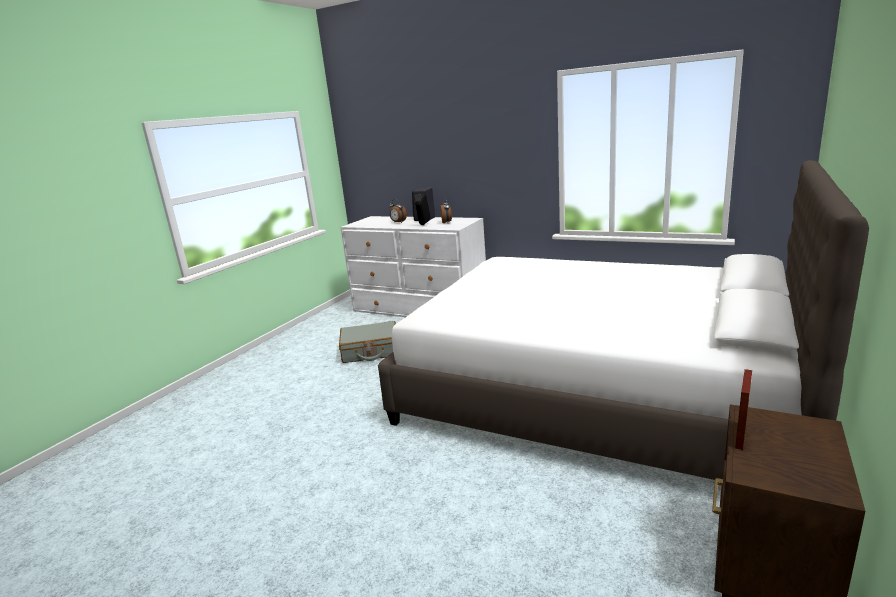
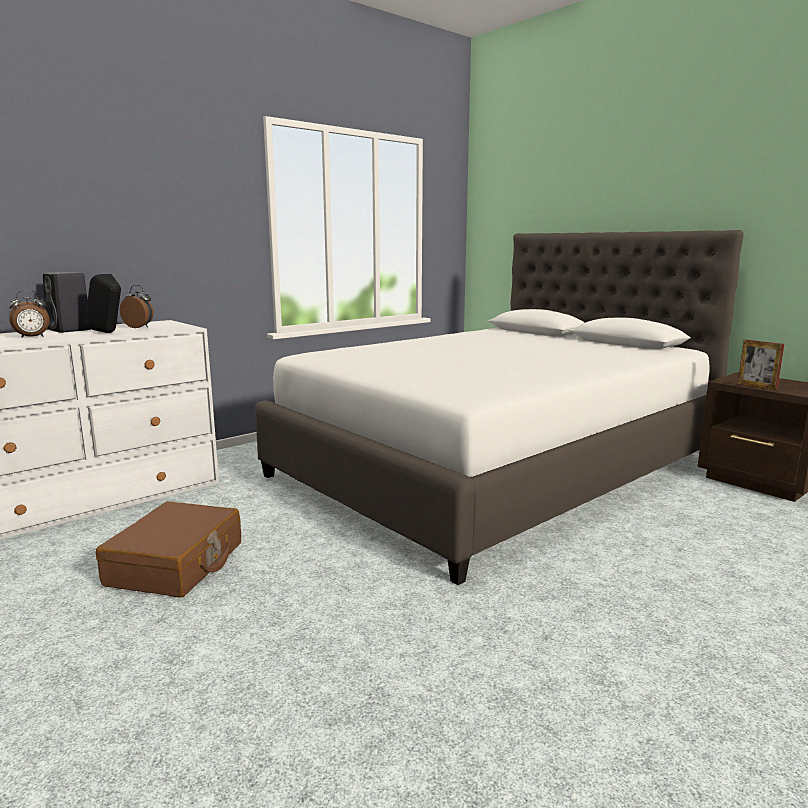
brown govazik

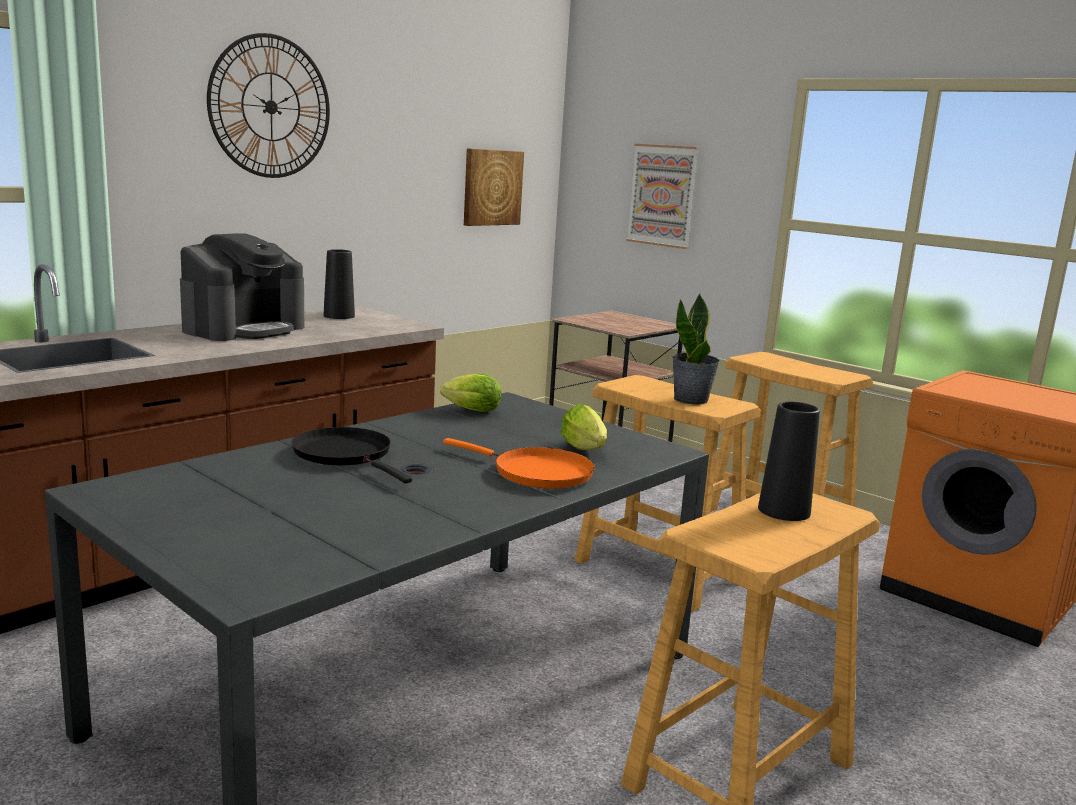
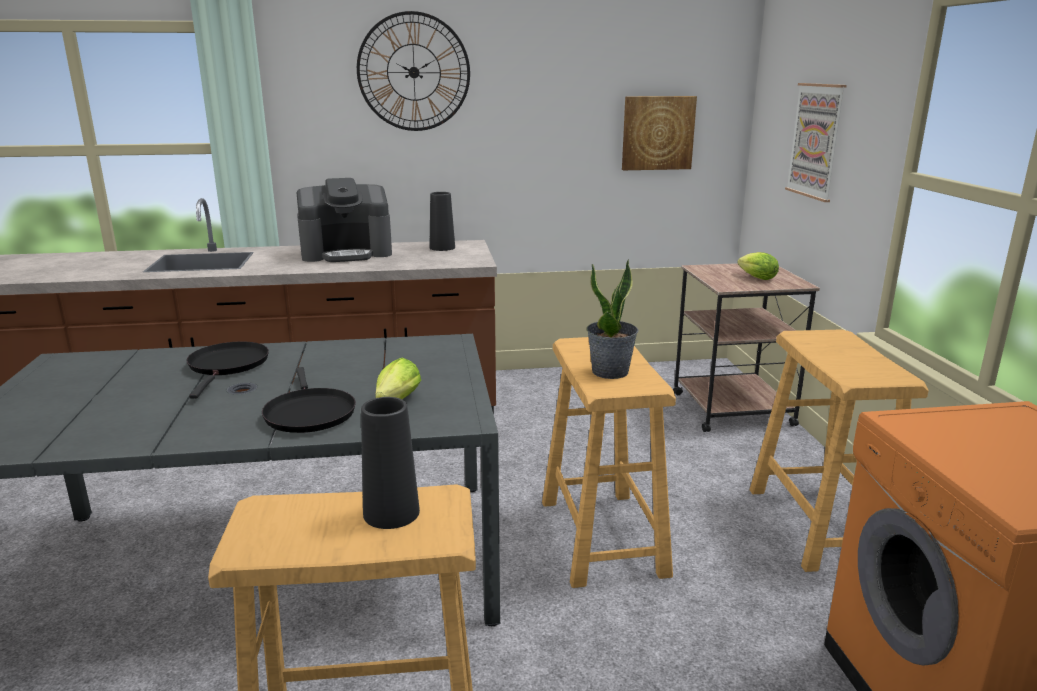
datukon (no. 2 from left); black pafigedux (no. 2 from left)

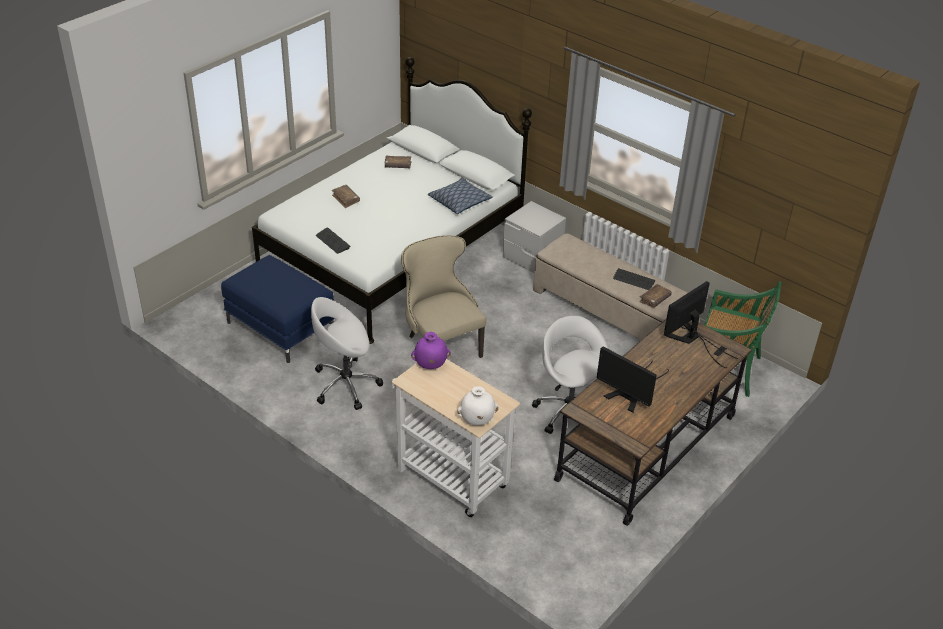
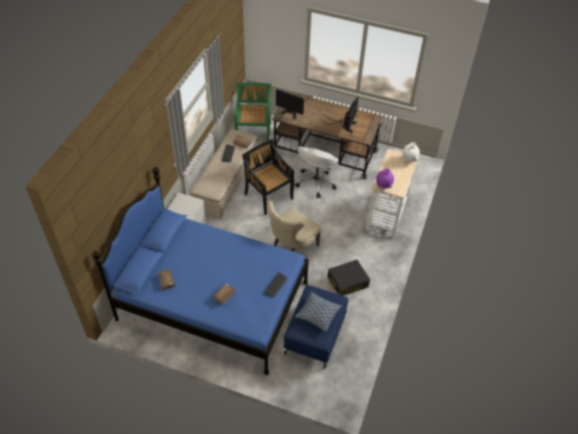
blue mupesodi; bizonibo; black govazik; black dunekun

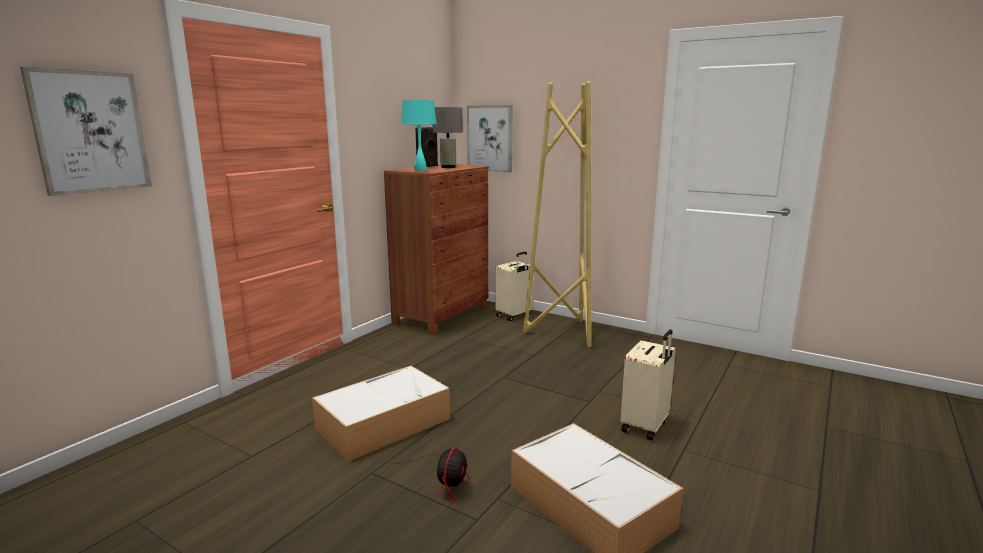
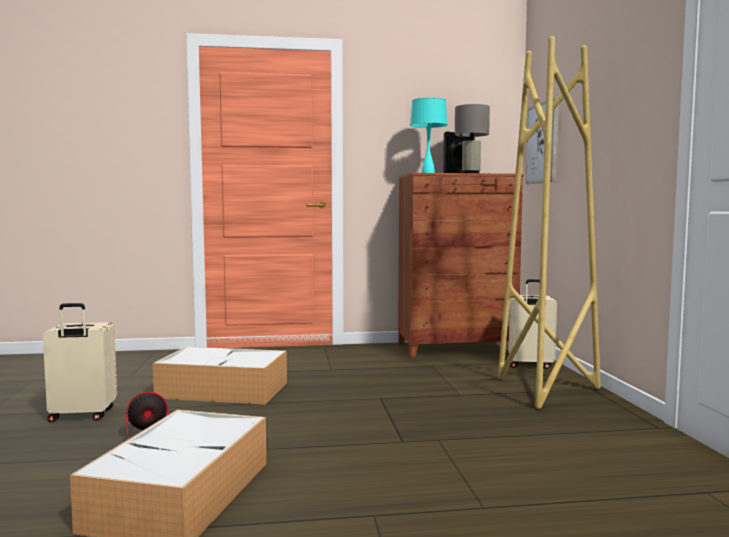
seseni (no. 1 from left in the first image); beige govazik (no. 1 from left)

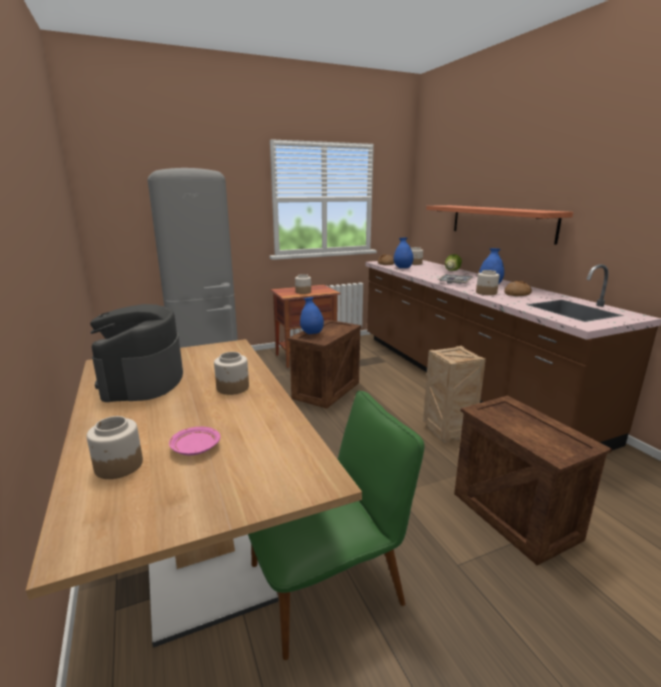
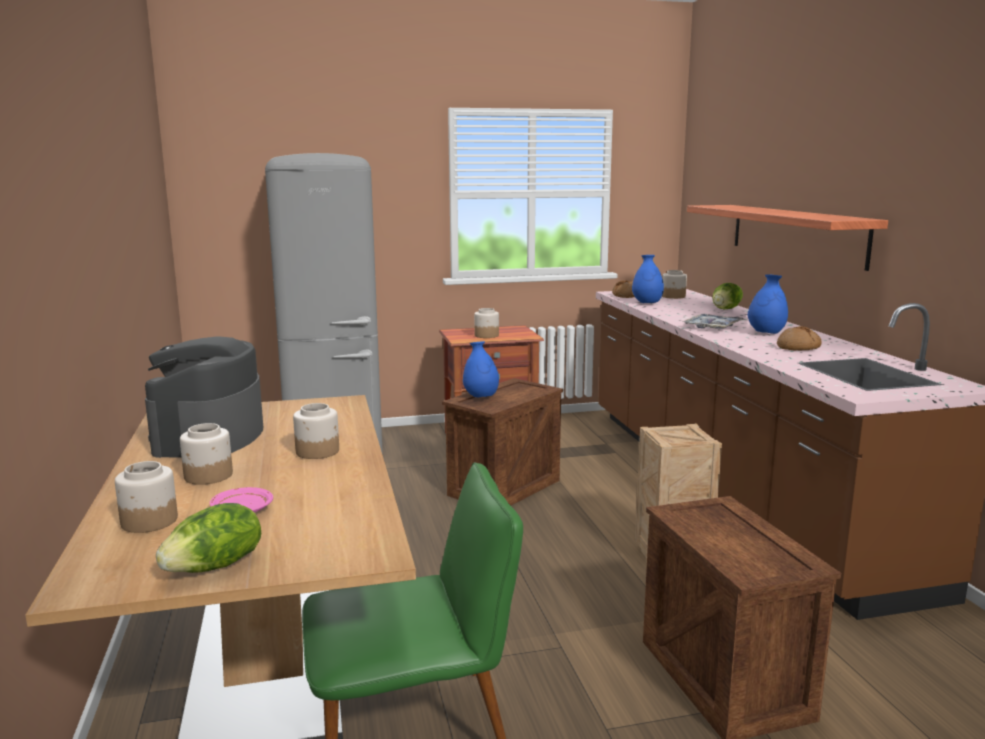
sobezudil (no. 2 from left); datukon (no. 1 from left)

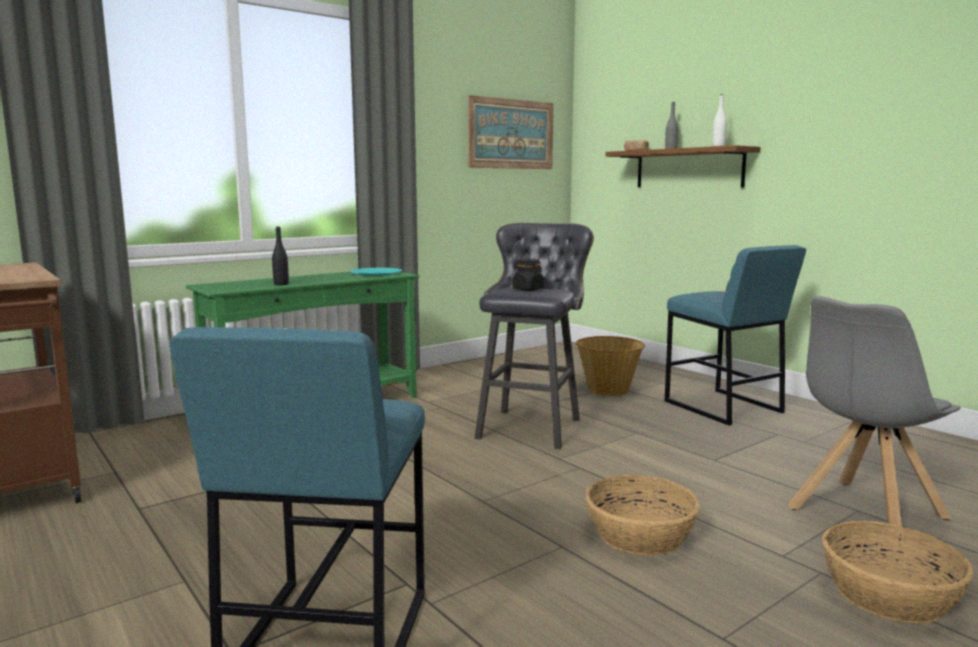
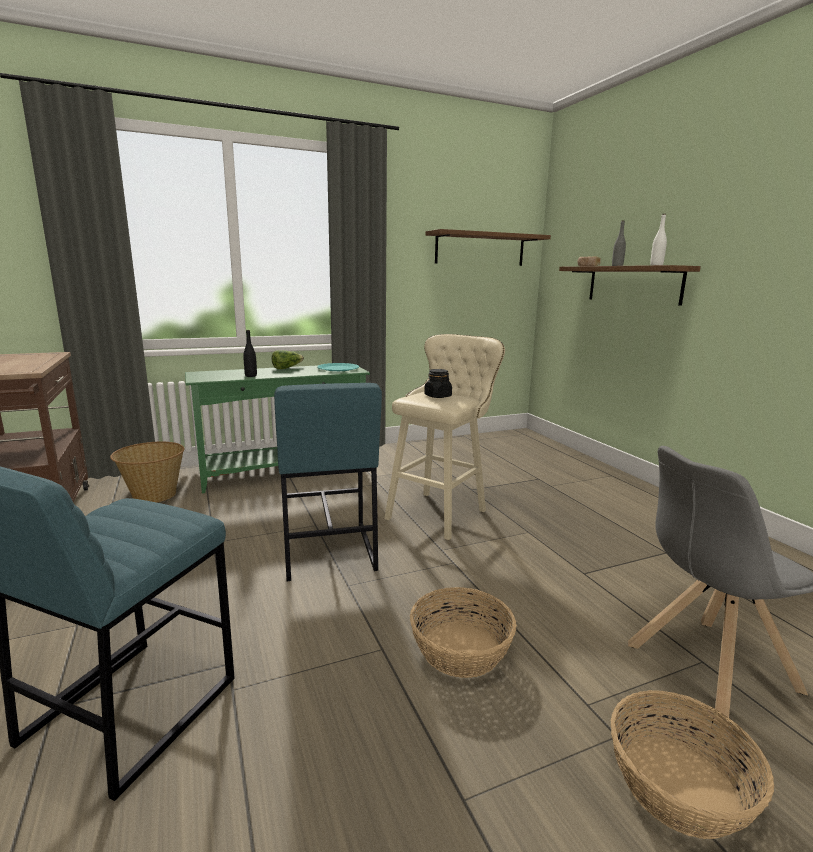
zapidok (no. 1 from left); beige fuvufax; blue fuvufax (no. 2 from left); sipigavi (no. 1 from left); datukon

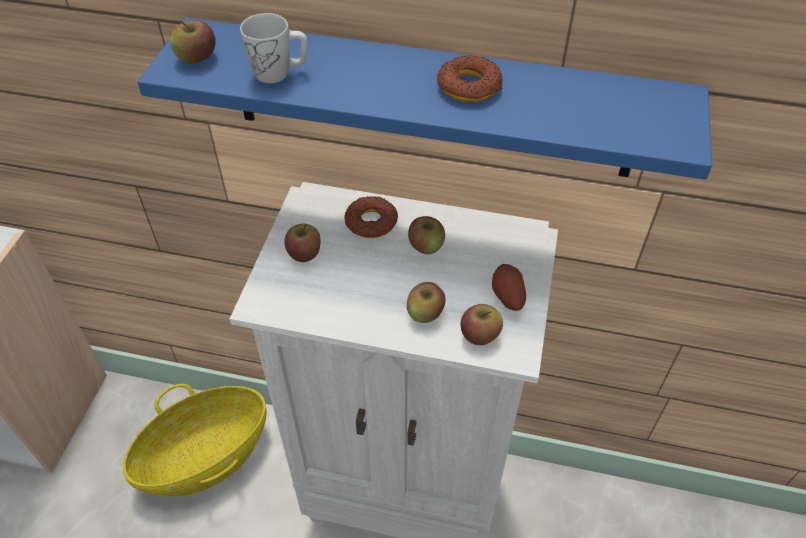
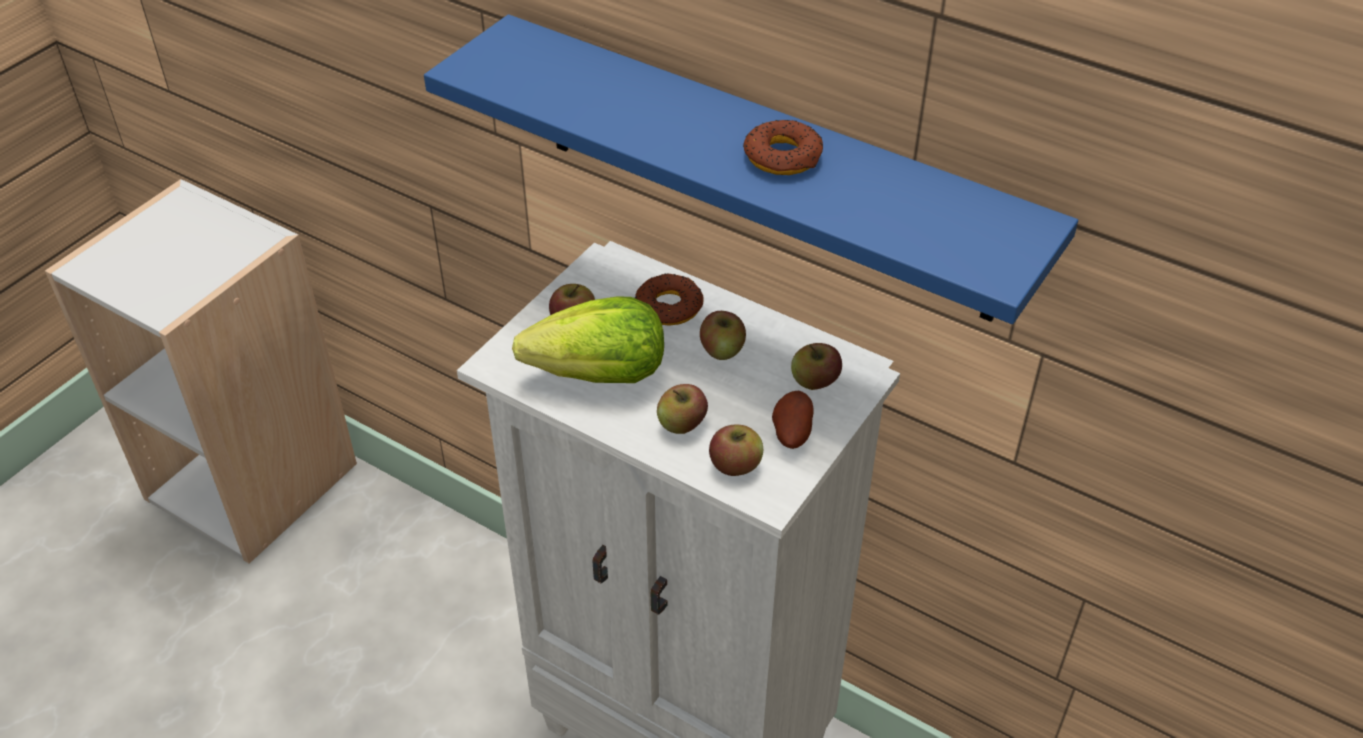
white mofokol; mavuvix (no. 5 from left); sipigavi; datukon

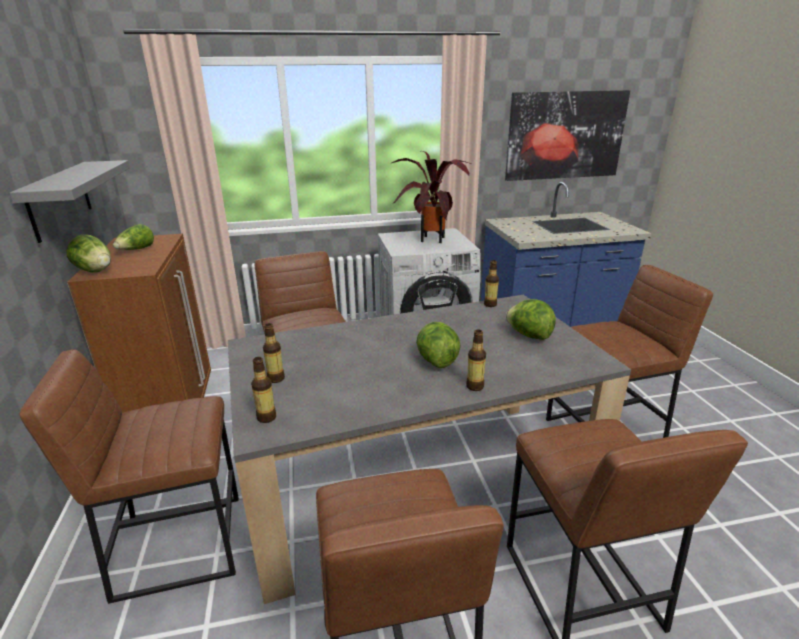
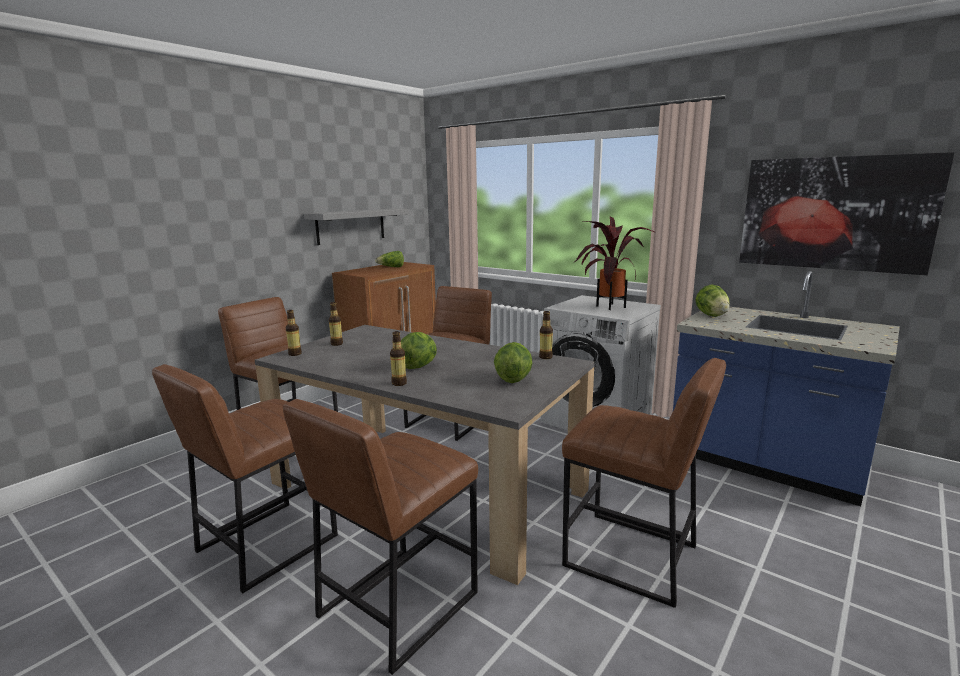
datukon (no. 4 from left)

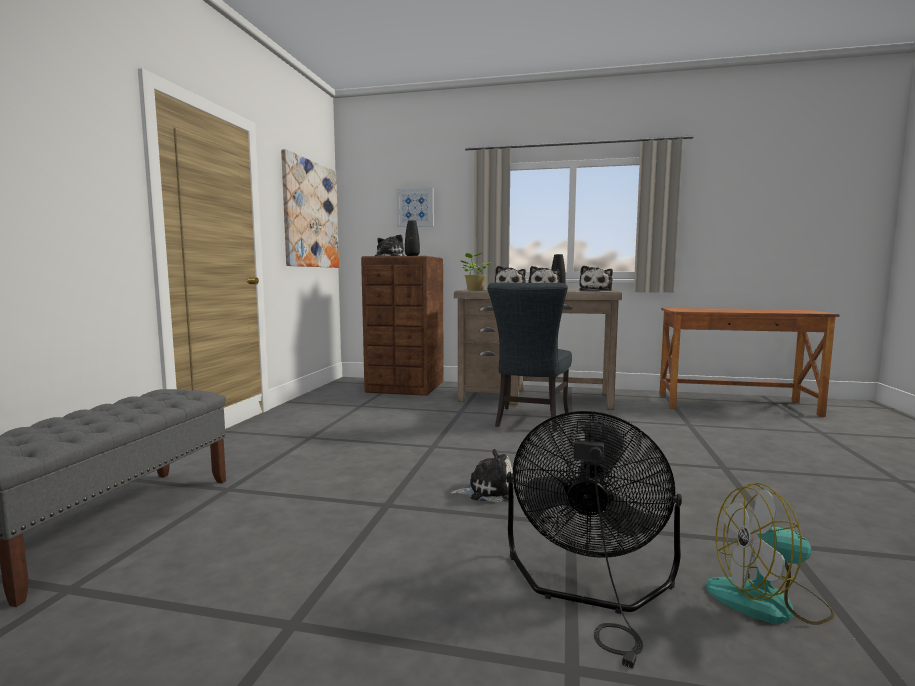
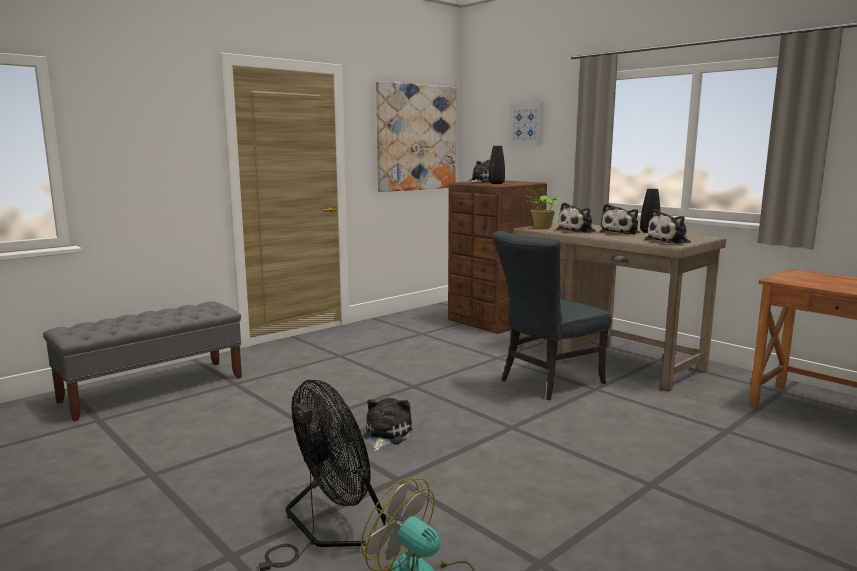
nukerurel (no. 1 from left)

